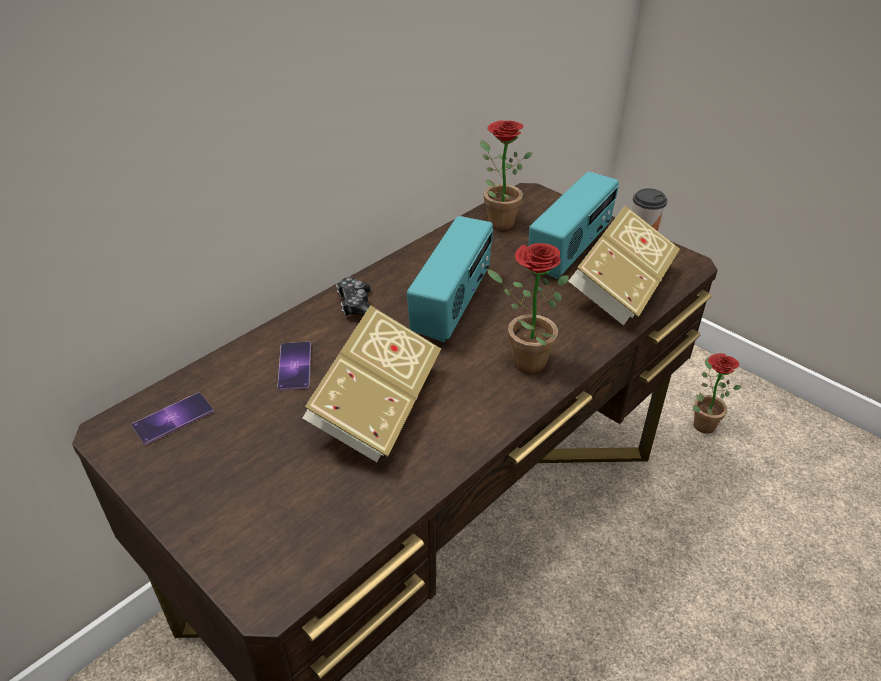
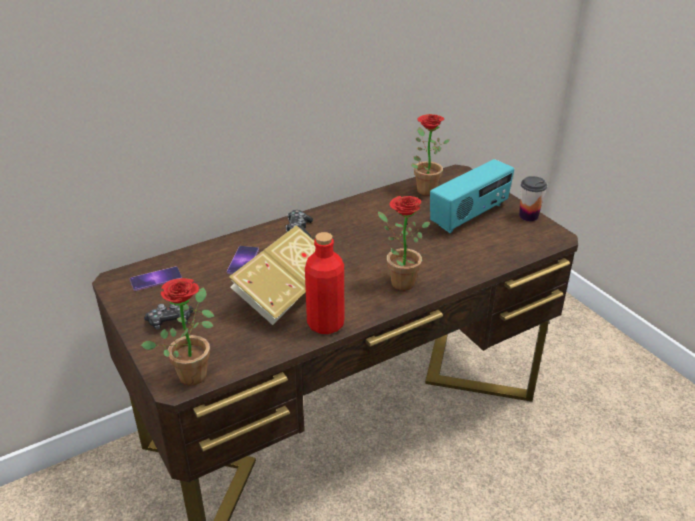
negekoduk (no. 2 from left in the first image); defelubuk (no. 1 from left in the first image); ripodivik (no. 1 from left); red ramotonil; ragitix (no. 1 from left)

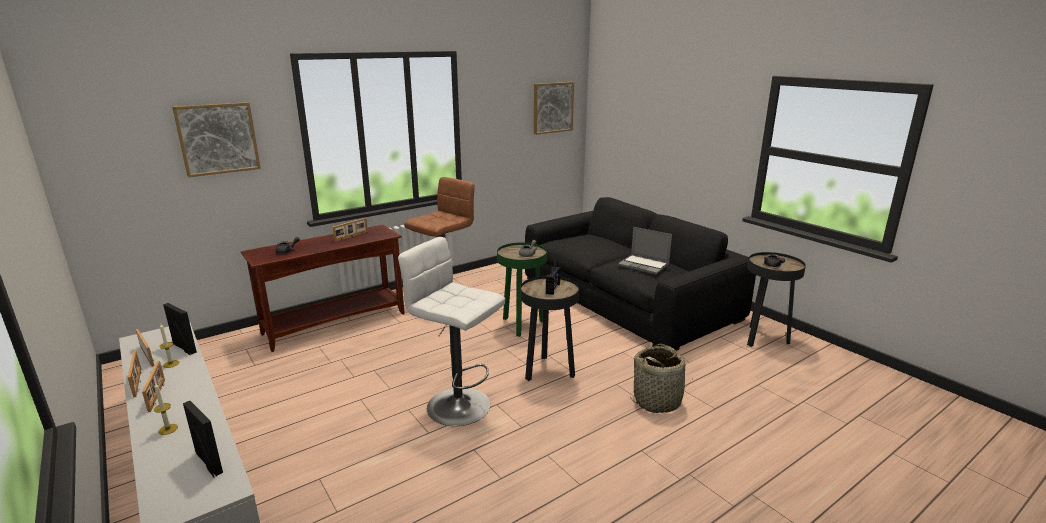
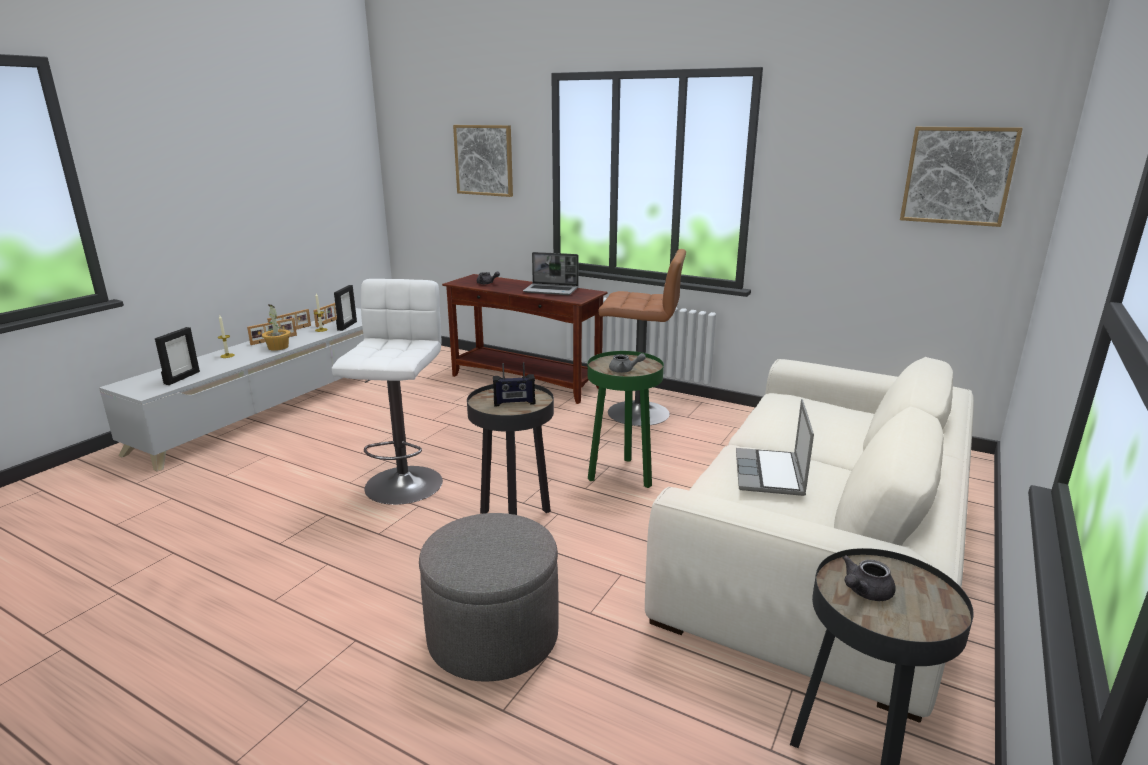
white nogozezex; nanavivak (no. 1 from left); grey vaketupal; ripodivik

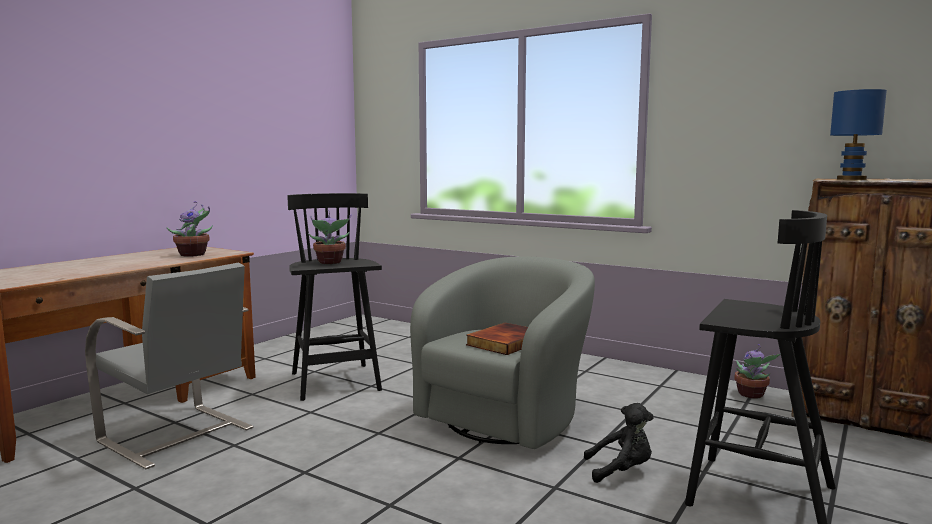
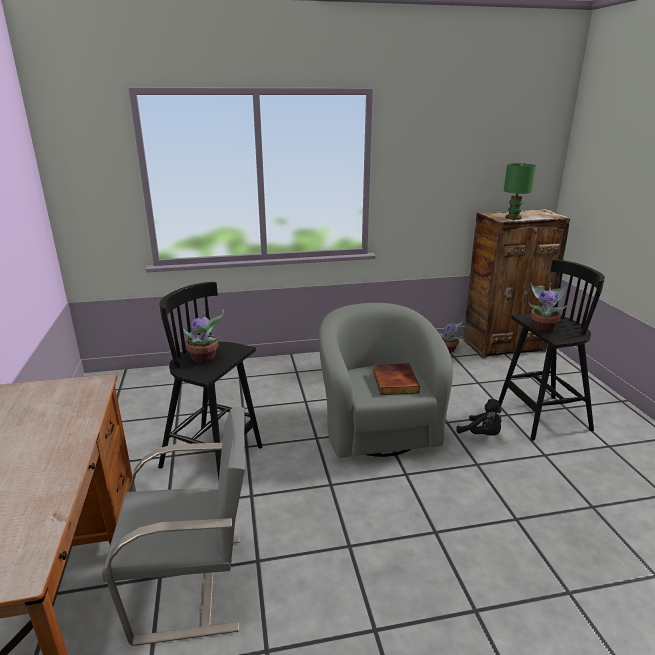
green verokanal; ripodivik (no. 3 from left); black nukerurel

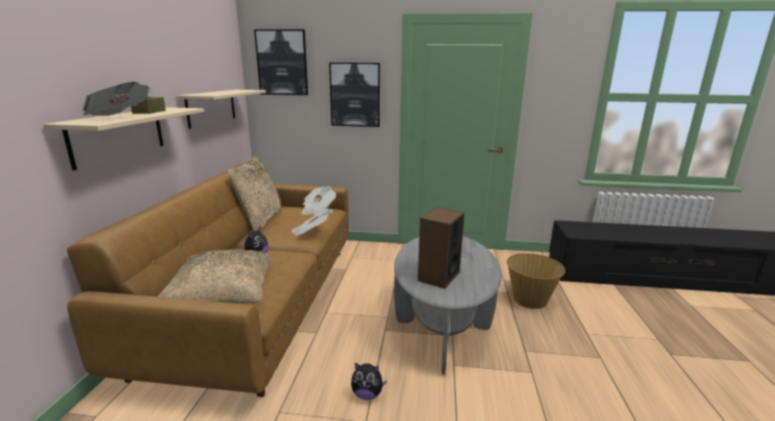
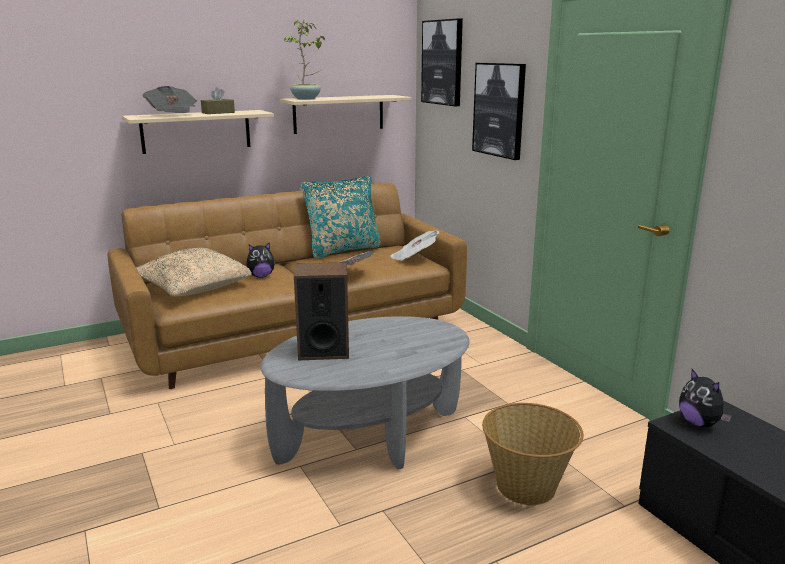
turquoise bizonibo; nukerurel (no. 2 from left); ripodivik

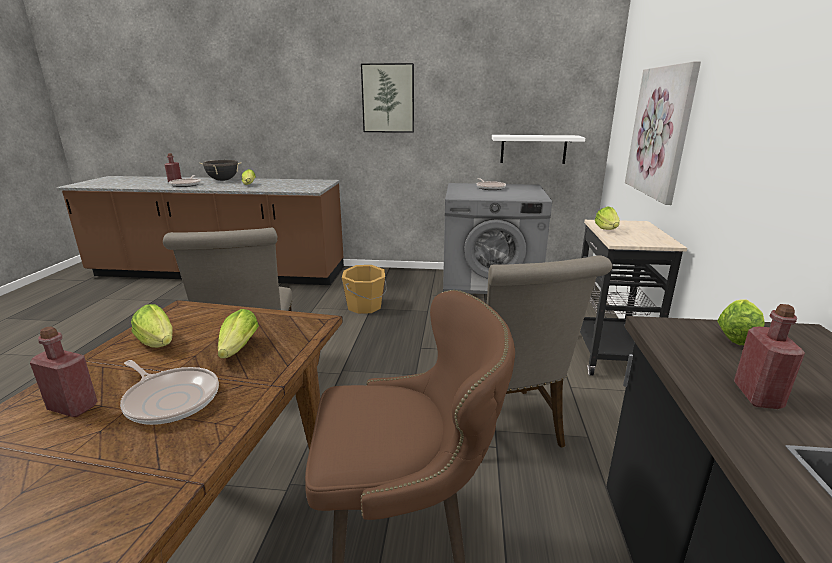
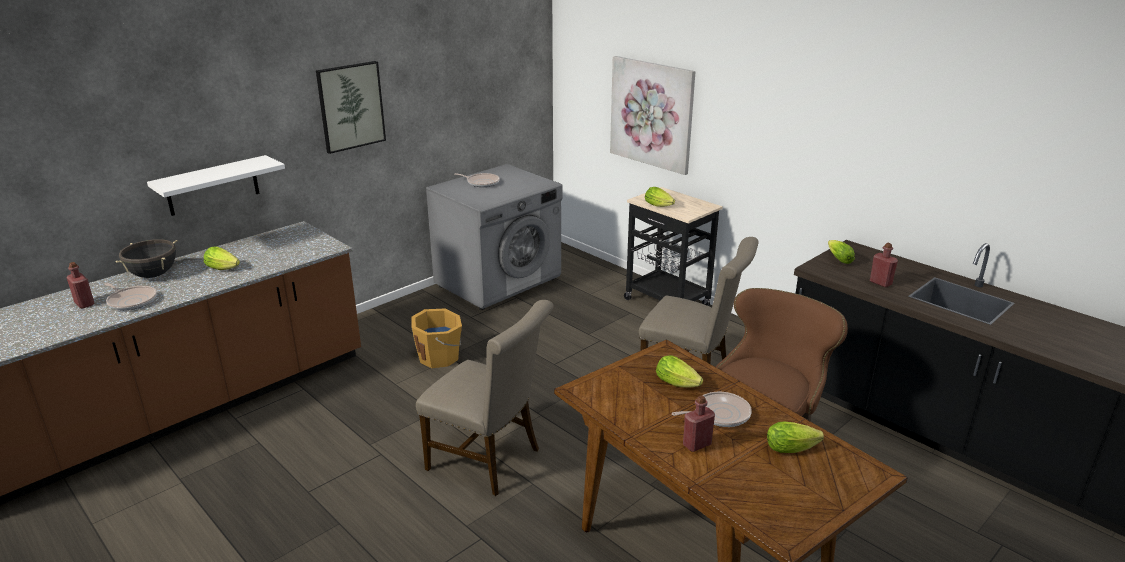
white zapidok; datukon (no. 4 from left)

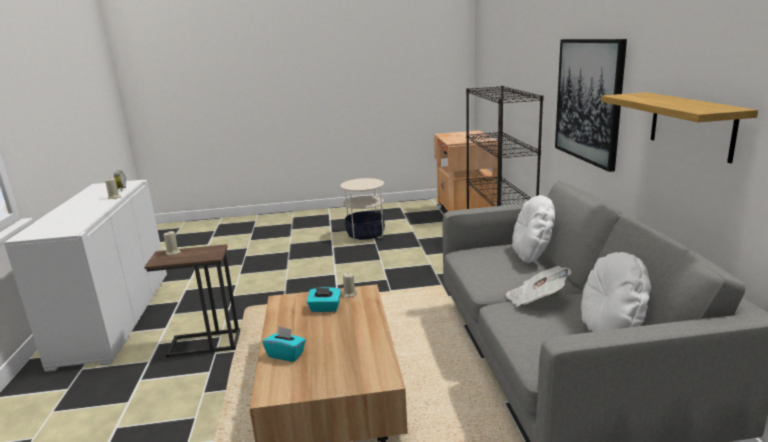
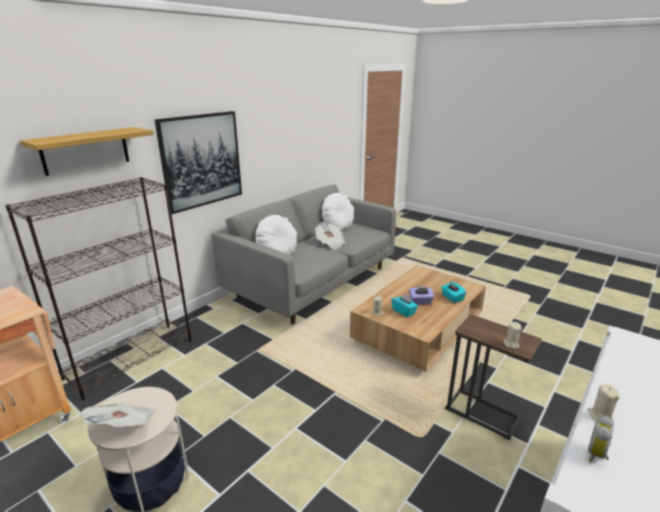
zapidok; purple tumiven; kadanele (no. 1 from left)

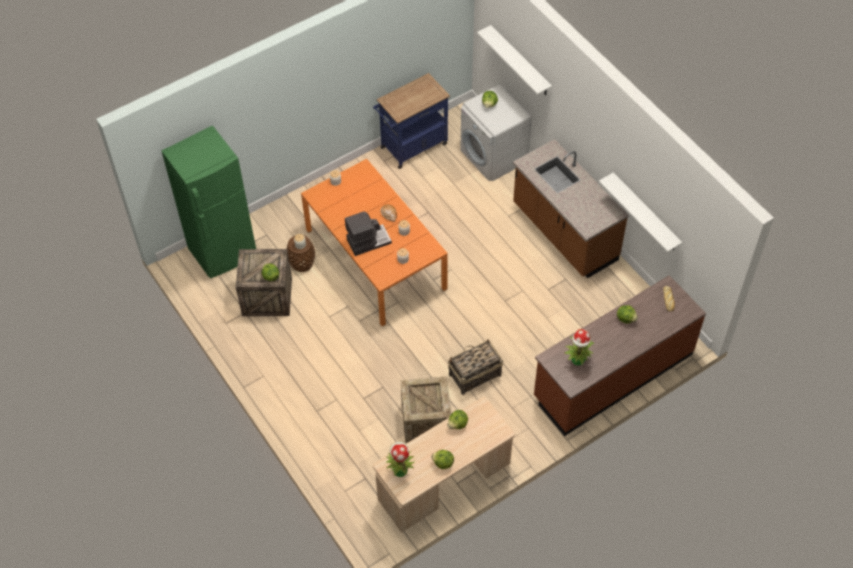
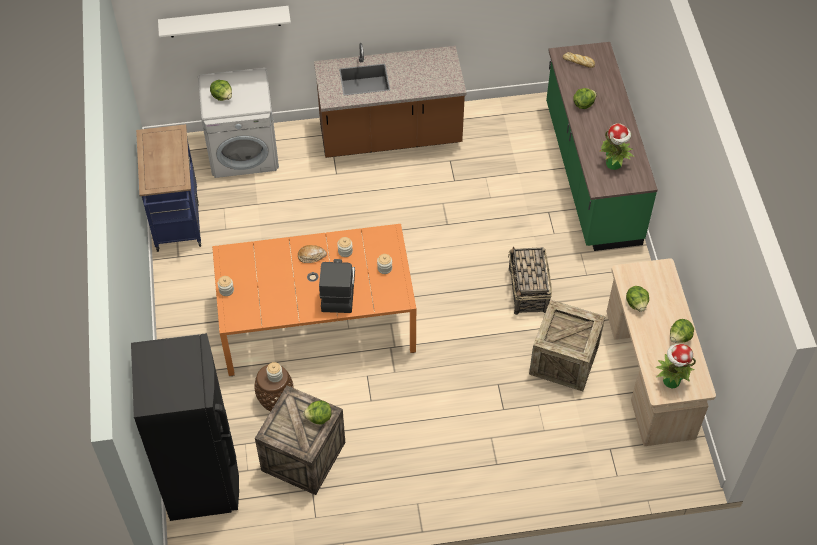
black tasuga; white zapidok (no. 2 from left in the first image); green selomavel

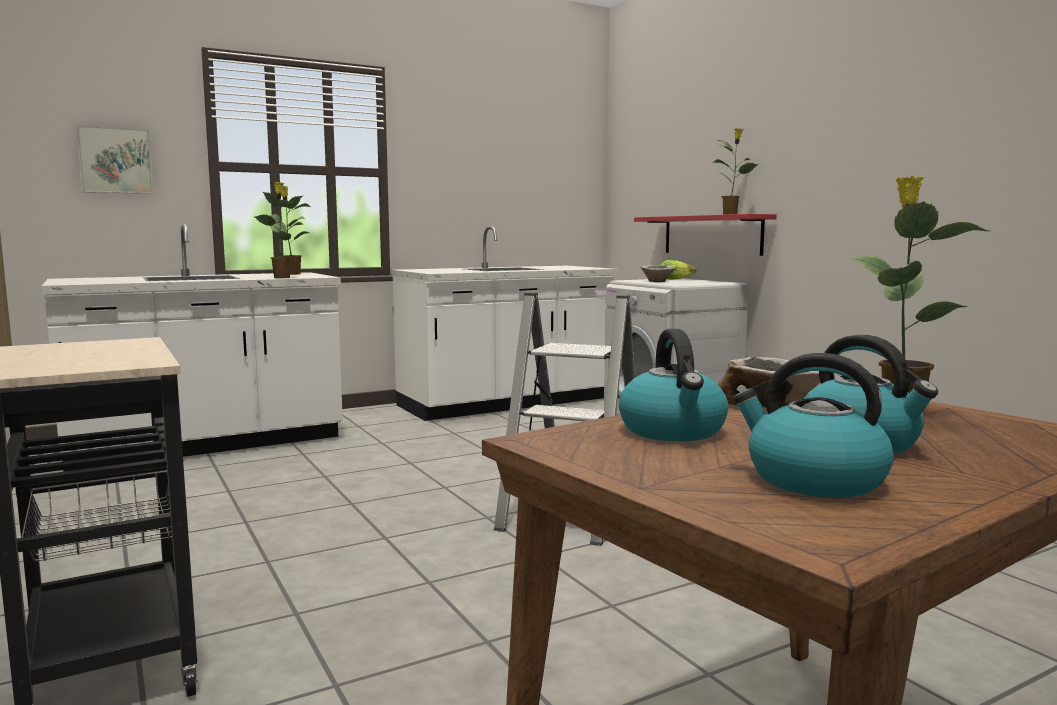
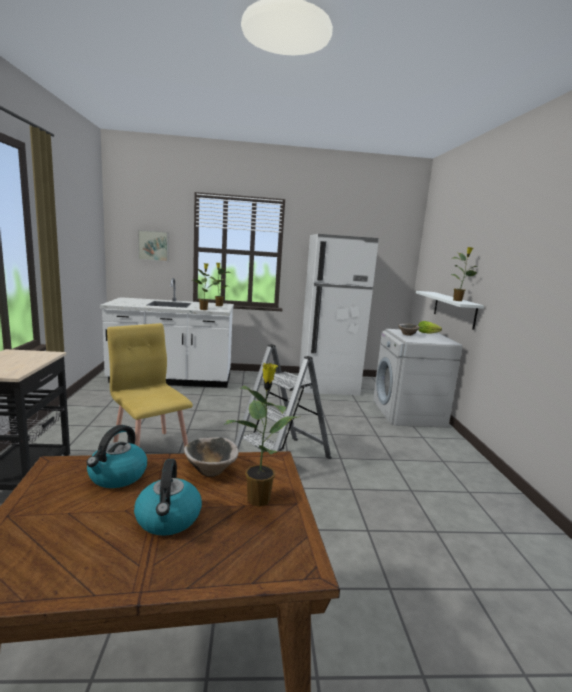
white zapidok; white tasuga; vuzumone (no. 2 from left in the first image); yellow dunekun

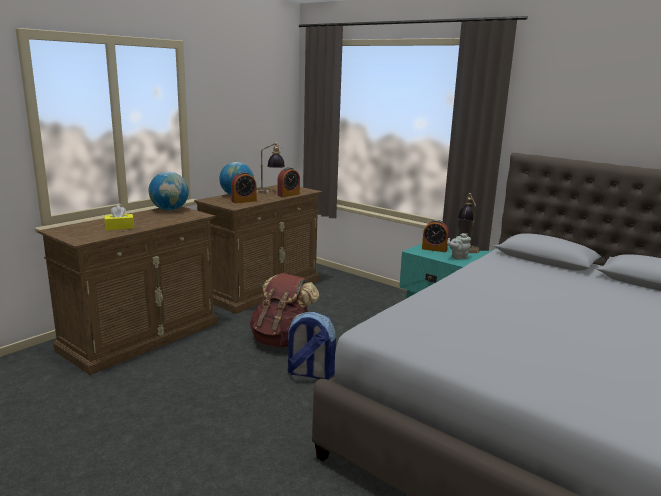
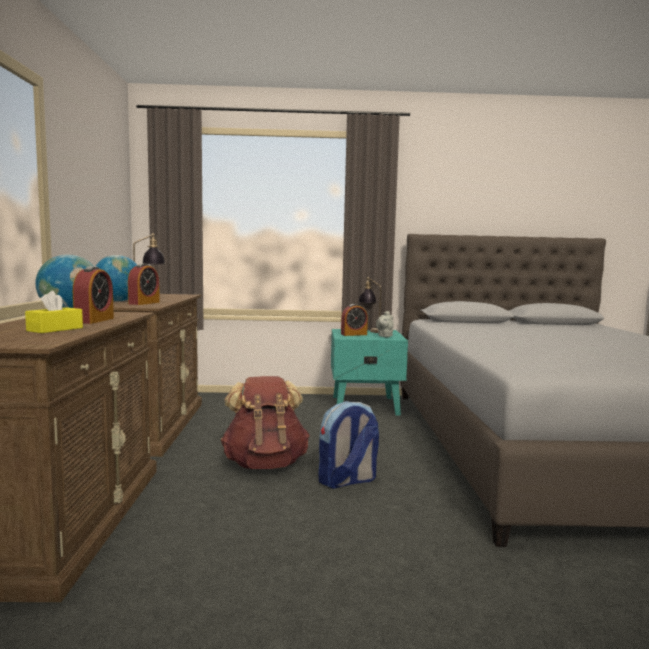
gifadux (no. 1 from left)

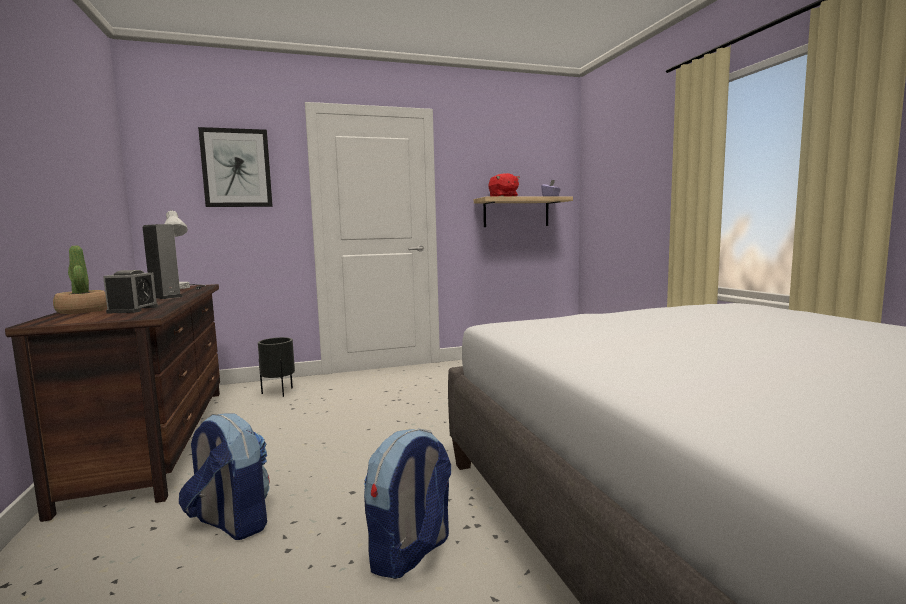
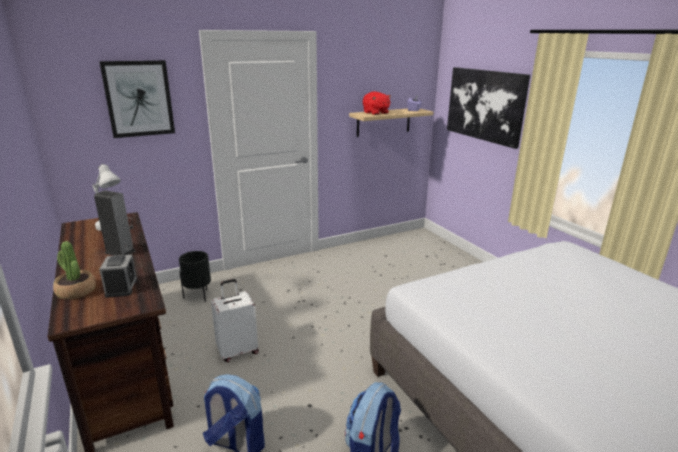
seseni (no. 2 from left); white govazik

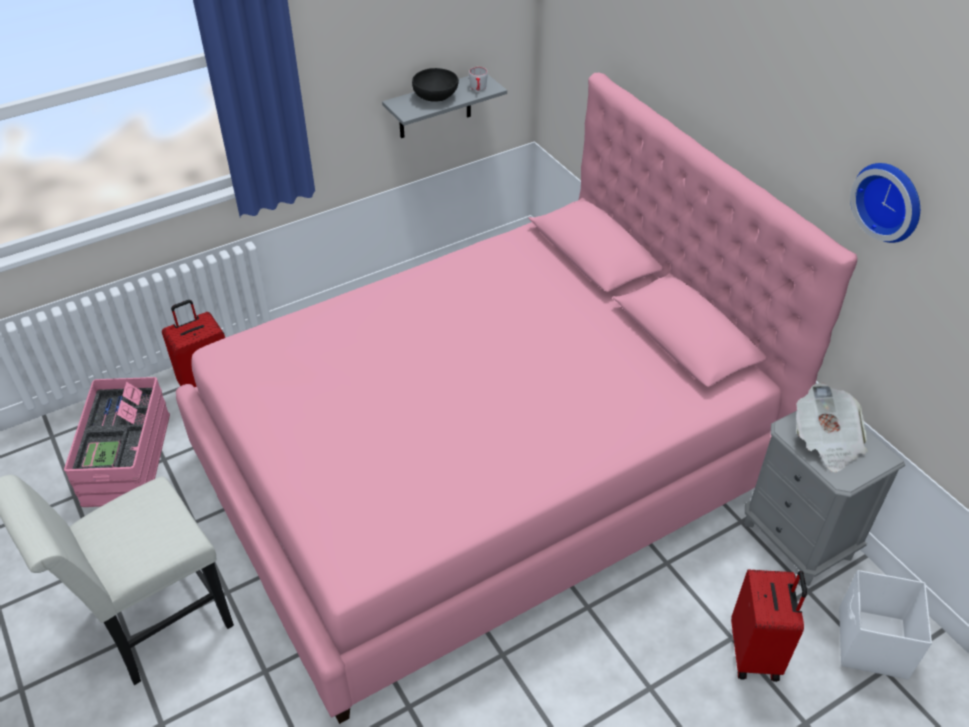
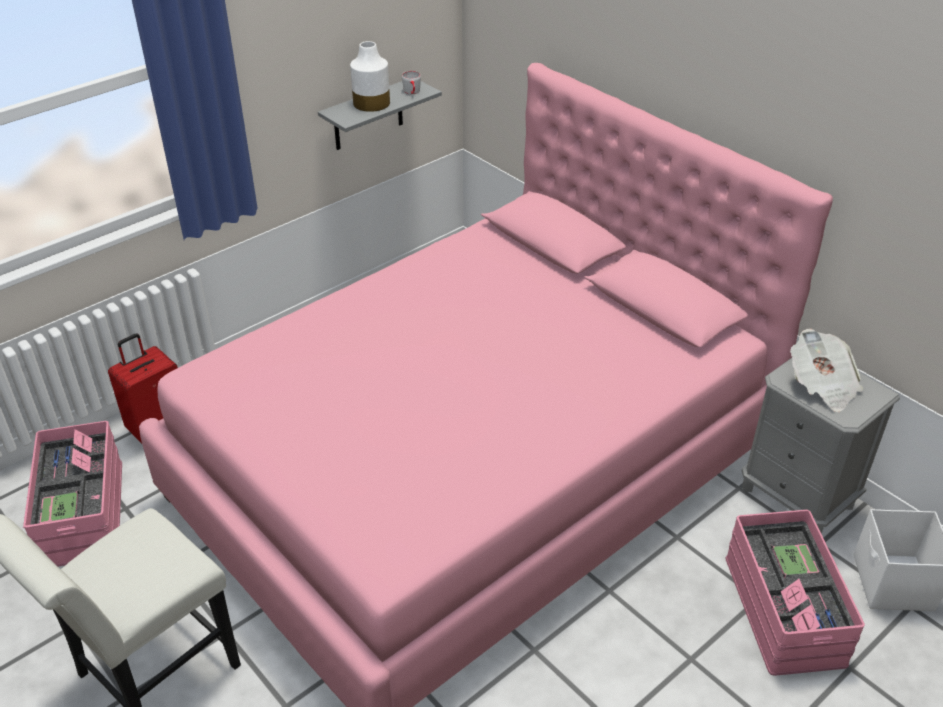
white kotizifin; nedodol; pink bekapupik (no. 2 from left)

